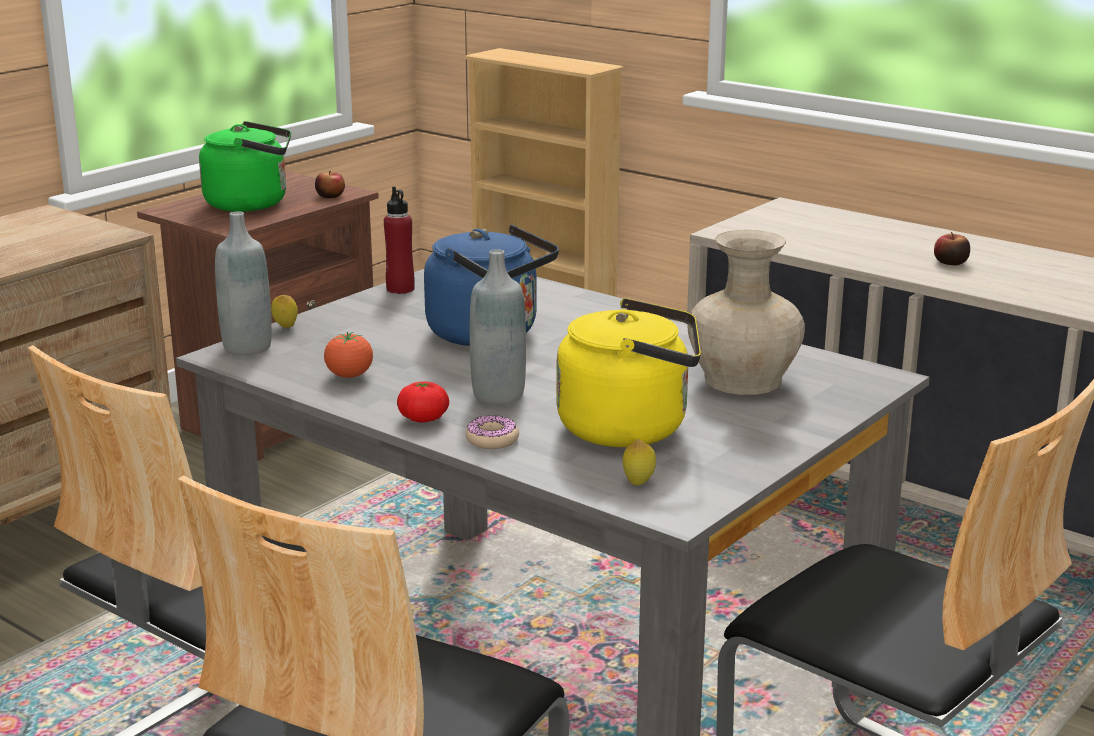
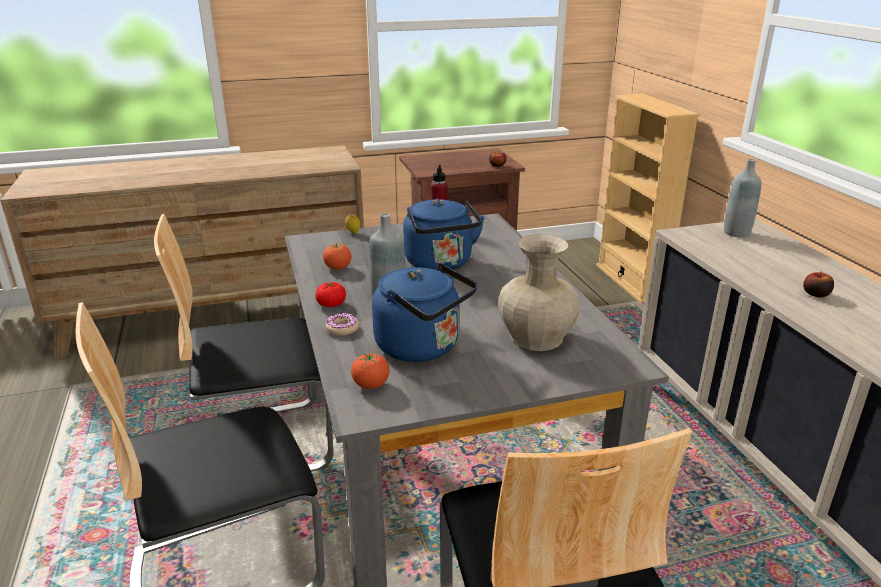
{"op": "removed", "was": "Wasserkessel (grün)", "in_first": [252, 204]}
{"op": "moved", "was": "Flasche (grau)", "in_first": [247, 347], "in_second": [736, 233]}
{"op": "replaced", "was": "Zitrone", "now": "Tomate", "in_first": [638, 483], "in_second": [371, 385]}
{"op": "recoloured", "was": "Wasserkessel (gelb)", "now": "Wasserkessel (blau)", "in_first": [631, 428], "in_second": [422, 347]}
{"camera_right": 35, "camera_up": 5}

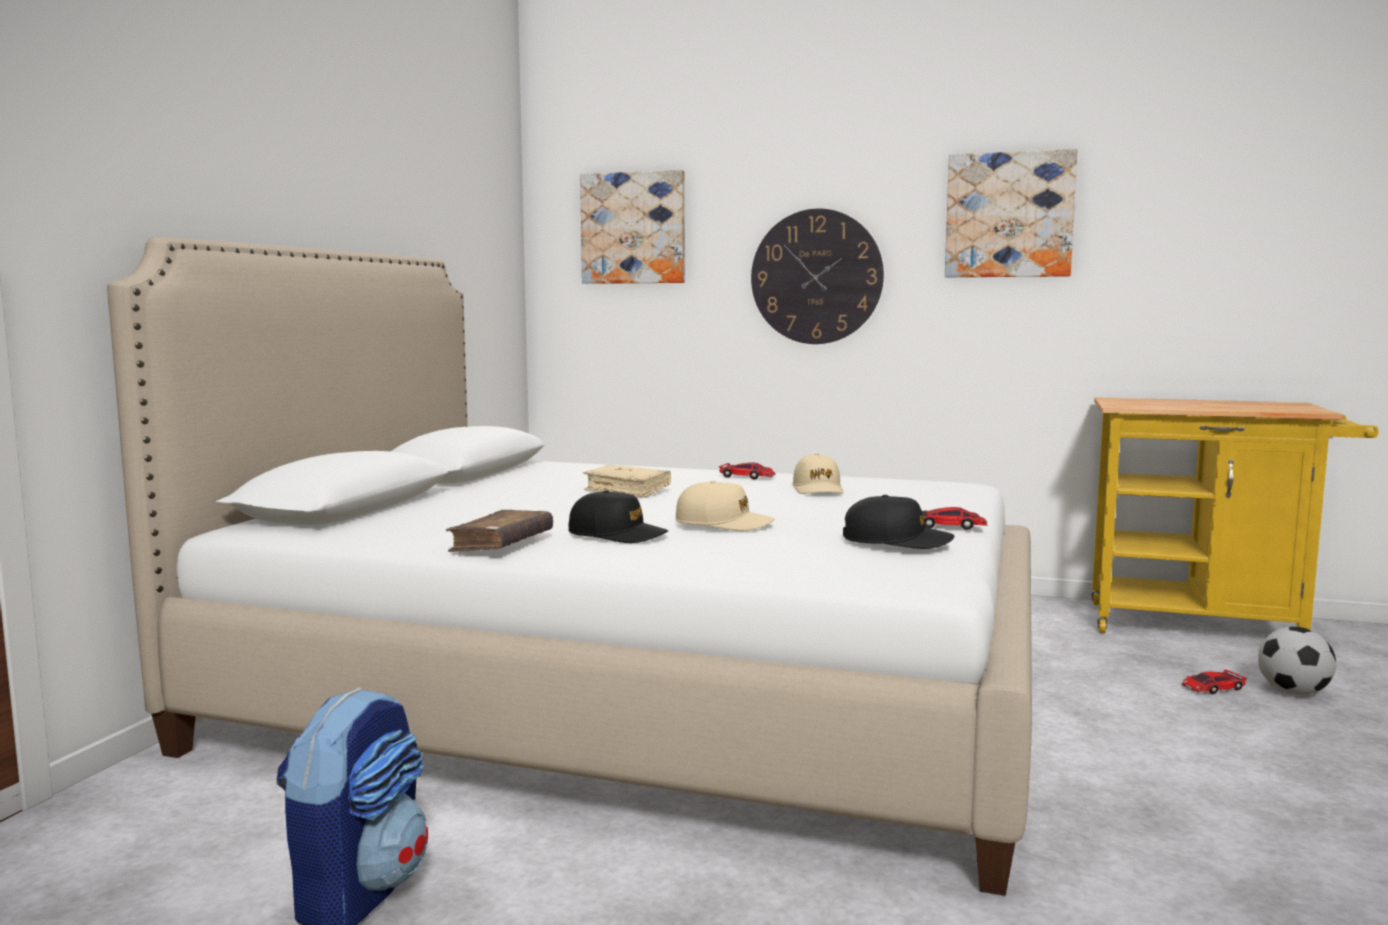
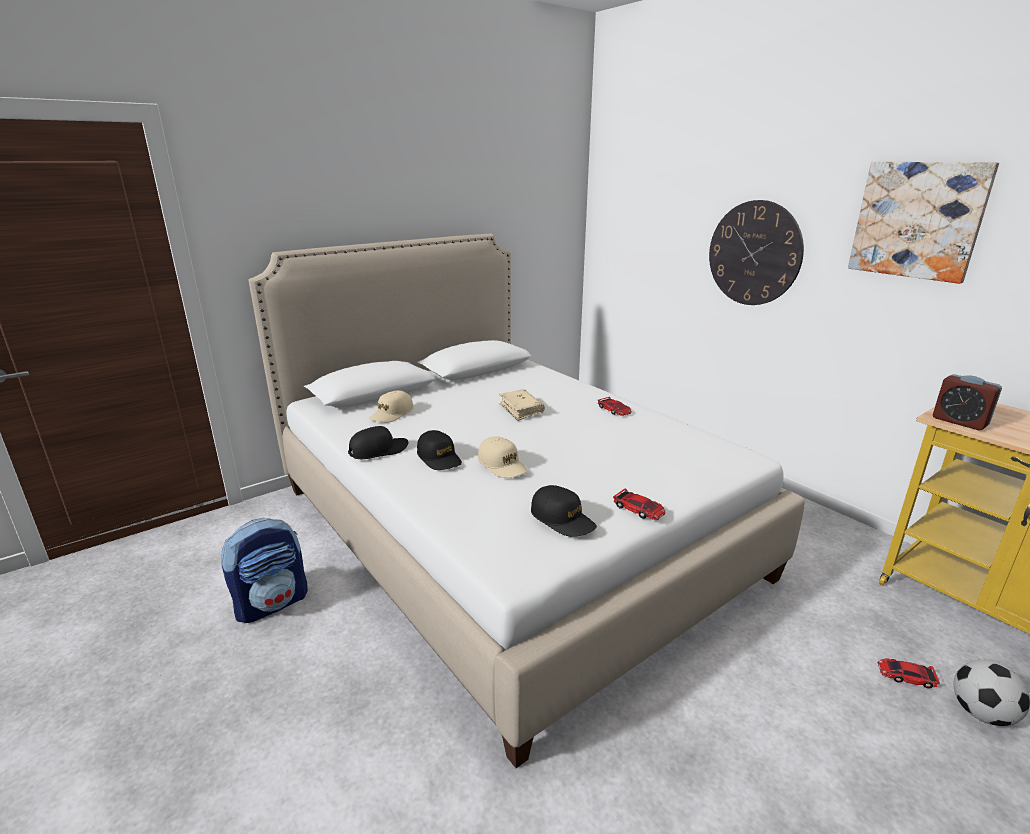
{"op": "removed", "was": "Bild", "in_first": [633, 228]}
{"op": "added", "now": "Wecker", "in_second": [959, 422]}
{"op": "moved", "was": "Kappe (beige)", "in_first": [818, 489], "in_second": [391, 414]}
{"op": "replaced", "was": "Buch (braun)", "now": "Kappe (schwarz)", "in_first": [502, 544], "in_second": [378, 450]}
{"camera_right": 35, "camera_up": 15}

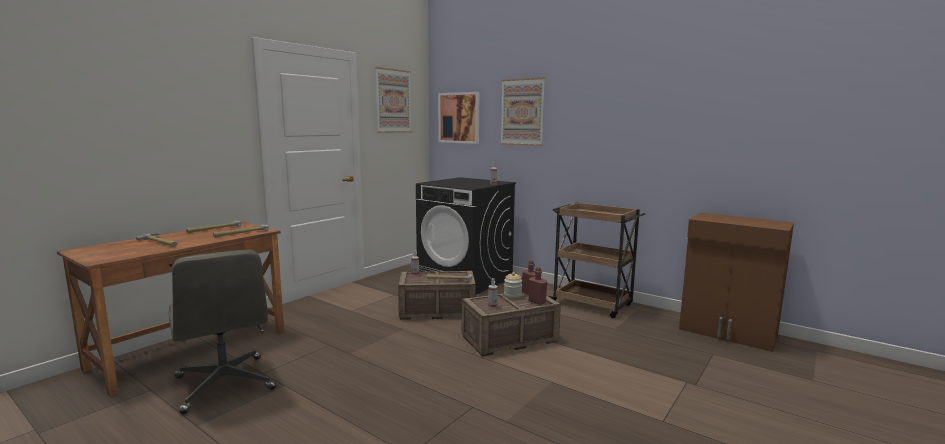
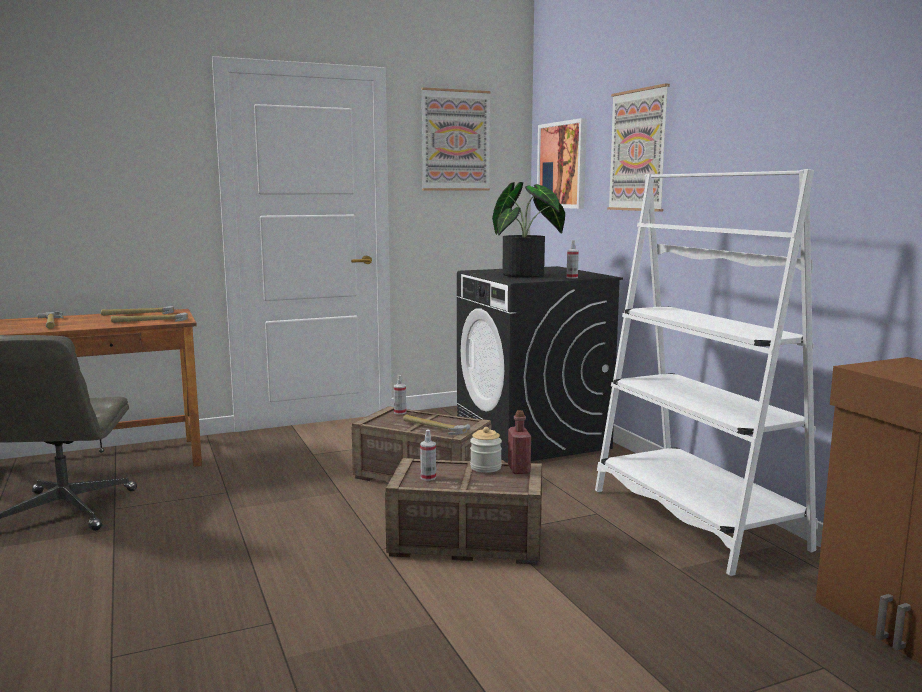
{"op": "removed", "was": "Flasche (rot)", "in_first": [537, 301]}
{"op": "added", "now": "Topfpflanze", "in_second": [528, 275]}
{"op": "replaced", "was": "Rollwagen (braun)", "now": "Bücherregal (weiß)", "in_first": [592, 304], "in_second": [695, 519]}
{"camera_right": 30, "camera_up": 0}

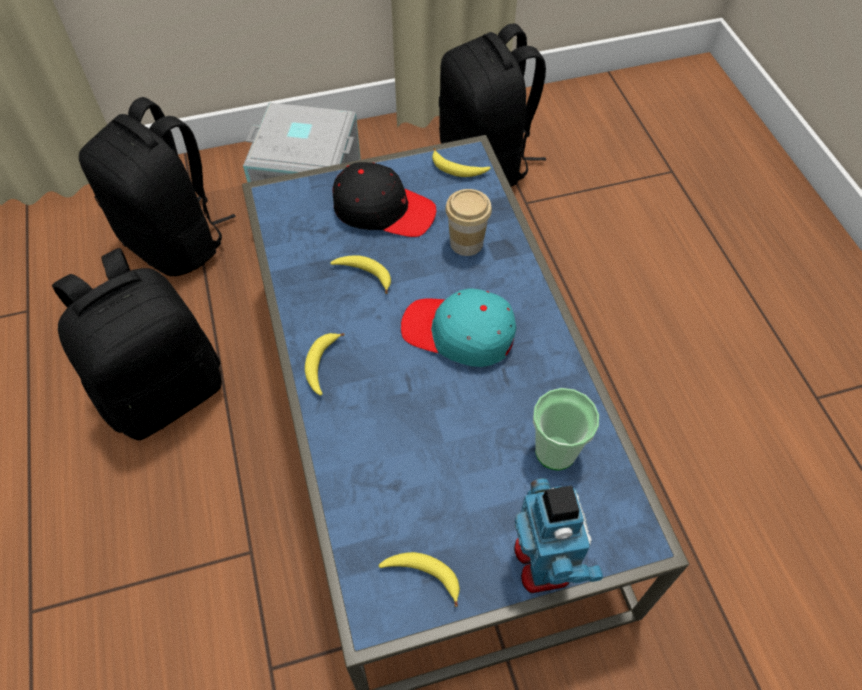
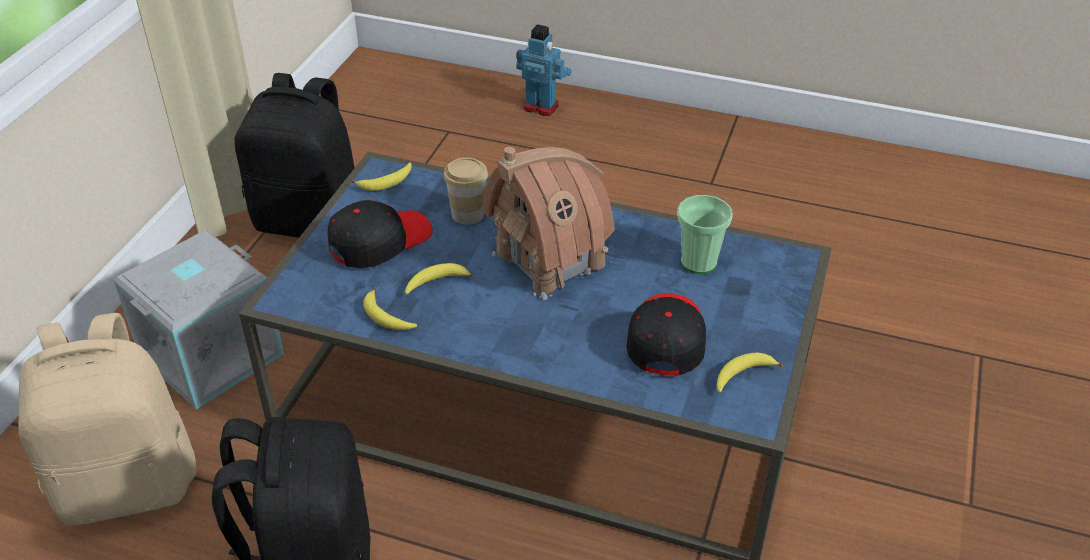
{"op": "added", "now": "Kappe (schwarz)", "in_second": [666, 338]}
{"op": "moved", "was": "Banane", "in_first": [322, 365], "in_second": [386, 317]}
{"op": "moved", "was": "Spielzeugroboter", "in_first": [543, 562], "in_second": [541, 106]}
{"op": "replaced", "was": "Kappe (türkis)", "now": "Spielzeughaus", "in_first": [459, 333], "in_second": [550, 259]}
{"op": "recoloured", "was": "Rucksack (schwarz)", "now": "Rucksack (beige)", "in_first": [176, 241], "in_second": [128, 484]}
{"camera_right": -55, "camera_up": -15}

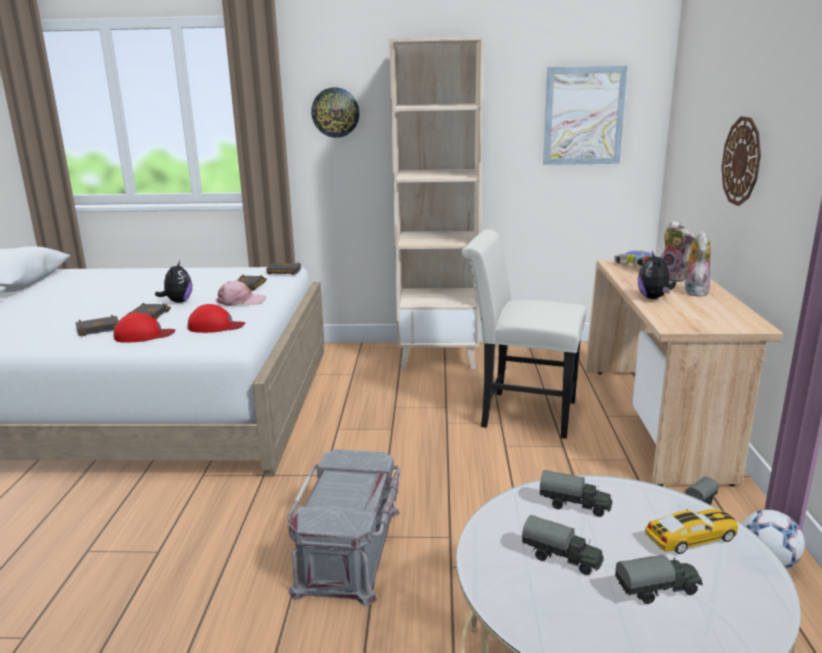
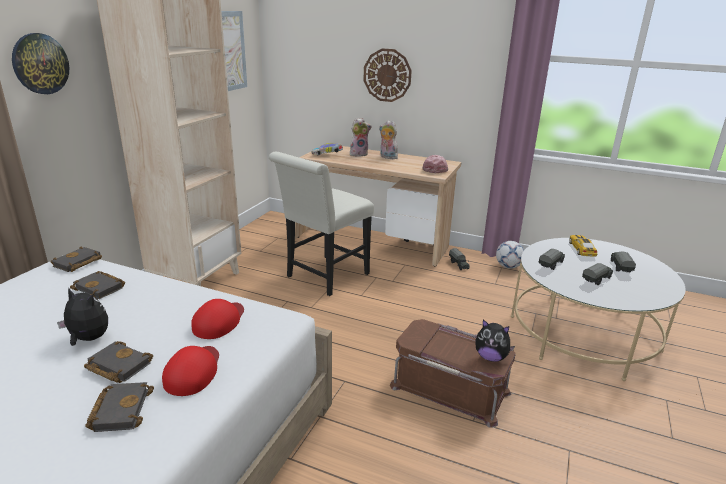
{"op": "moved", "was": "Kappe (rosa)", "in_first": [241, 301], "in_second": [435, 169]}
{"op": "moved", "was": "Plüschtier", "in_first": [654, 298], "in_second": [491, 357]}
{"op": "recoloured", "was": "Aufbewahrungsbox (grau)", "now": "Aufbewahrungsbox (braun)", "in_first": [350, 550], "in_second": [450, 388]}
{"camera_right": -70, "camera_up": 5}

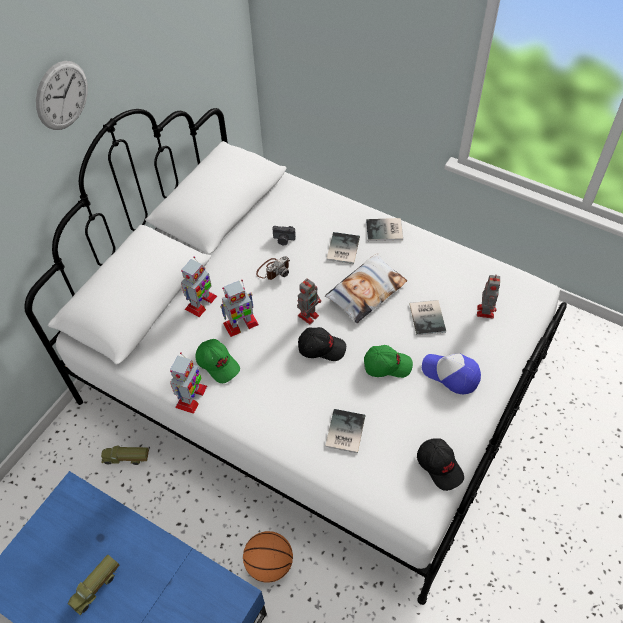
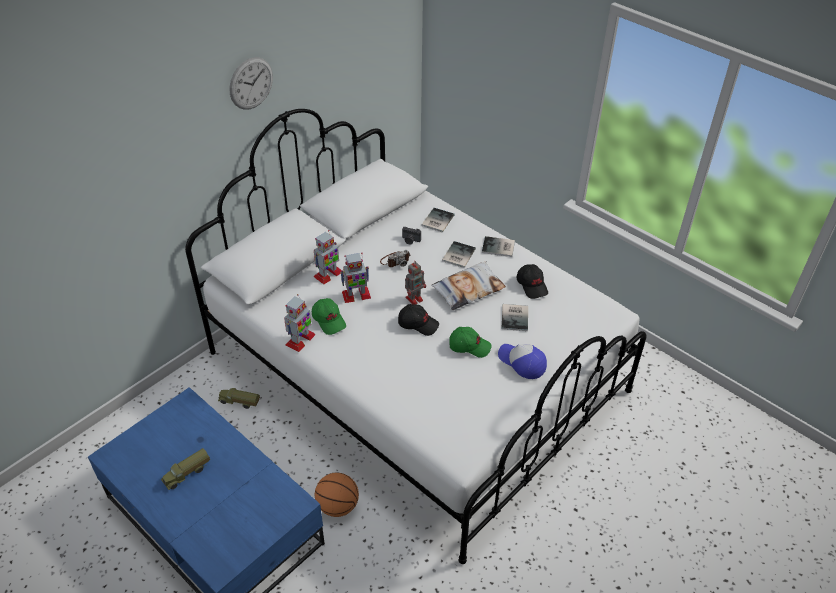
{"op": "removed", "was": "Spielzeugroboter", "in_first": [485, 311]}
{"op": "moved", "was": "Buch", "in_first": [343, 432], "in_second": [436, 220]}
{"op": "moved", "was": "Kappe (schwarz)", "in_first": [440, 466], "in_second": [532, 285]}
{"camera_right": 10, "camera_up": -10}

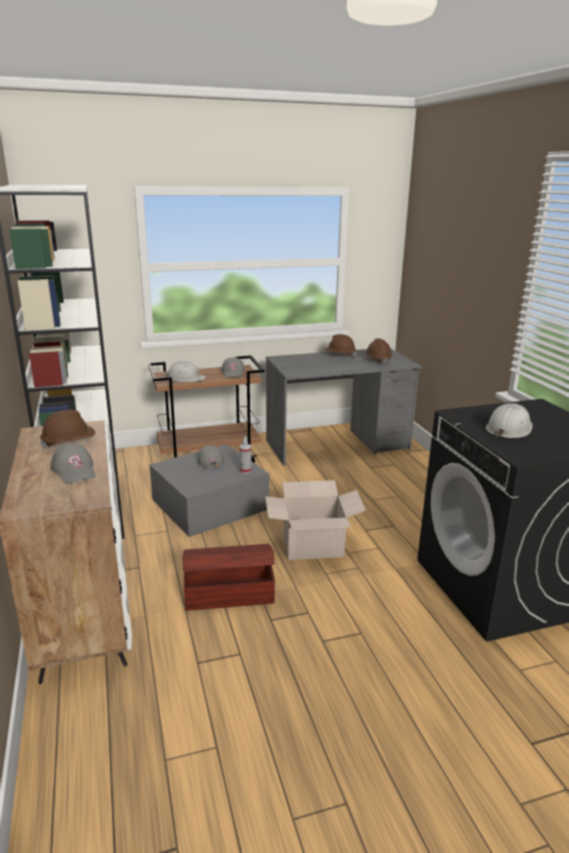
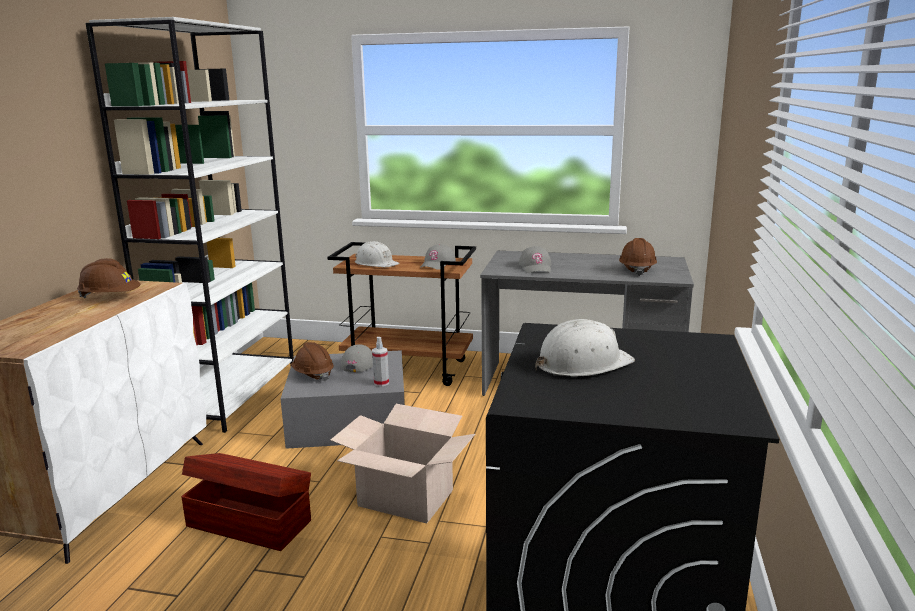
{"op": "moved", "was": "Kappe (grau)", "in_first": [75, 470], "in_second": [536, 267]}
{"op": "moved", "was": "Schutzhelm (braun)", "in_first": [339, 356], "in_second": [313, 375]}
{"camera_right": 30, "camera_up": -5}

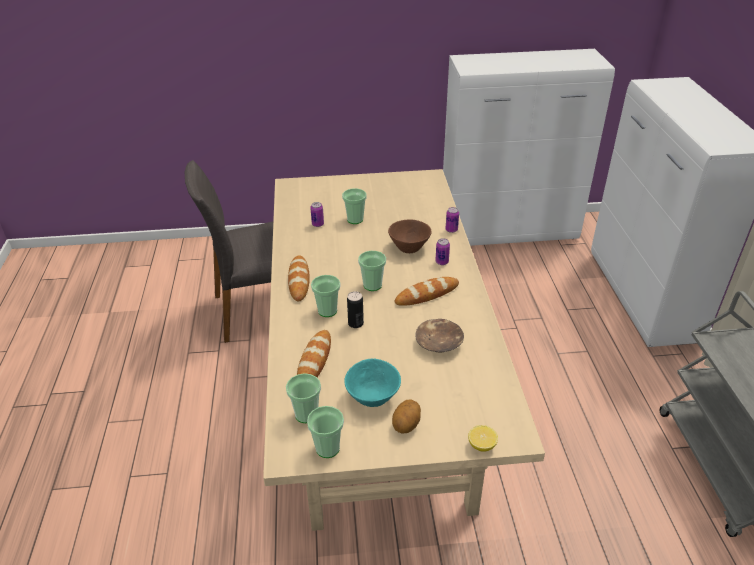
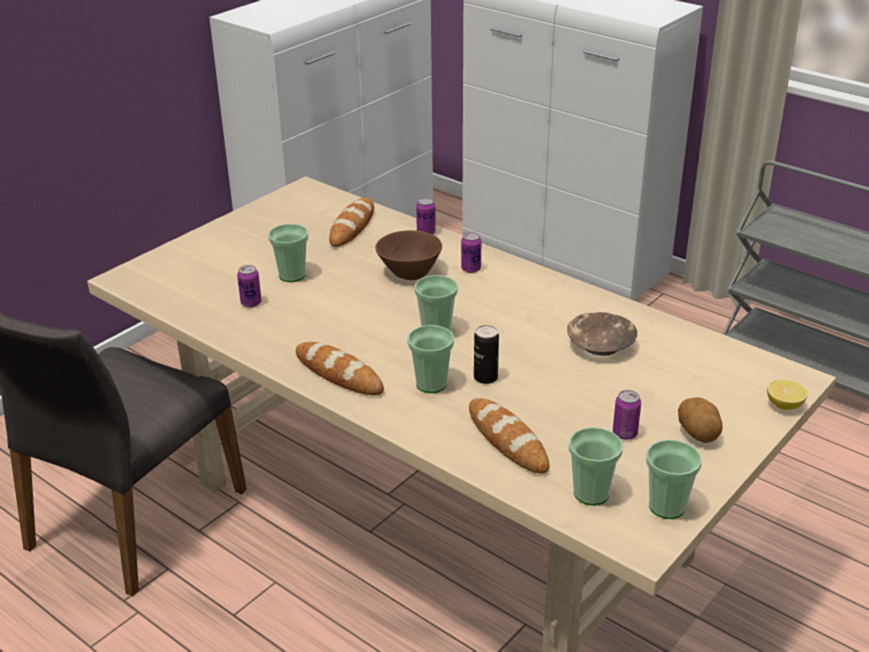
{"op": "moved", "was": "Brot", "in_first": [427, 294], "in_second": [352, 226]}
{"op": "replaced", "was": "Schüssel (türkis)", "now": "Dose", "in_first": [371, 397], "in_second": [624, 433]}
{"camera_right": -45, "camera_up": -5}

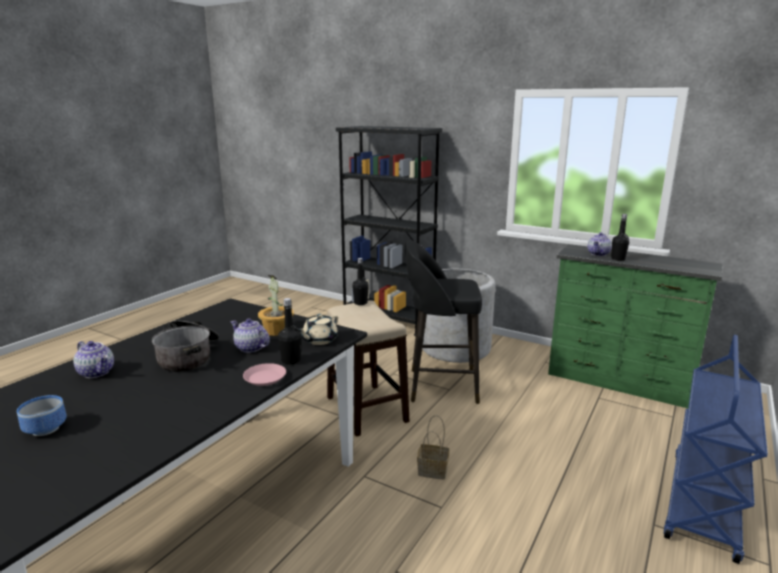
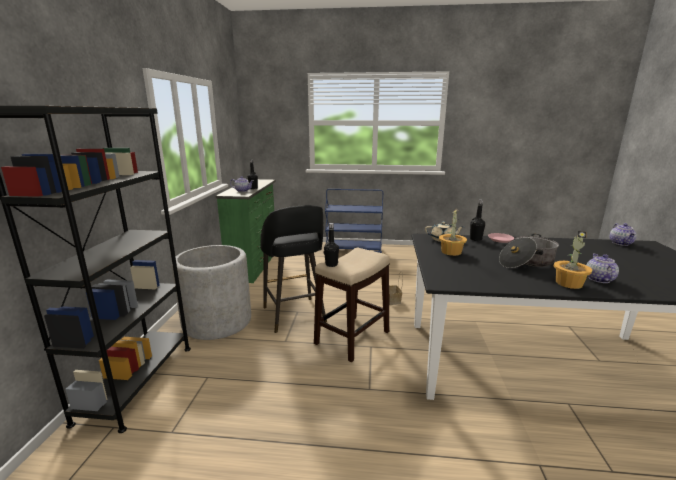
{"op": "removed", "was": "Schüssel", "in_first": [45, 430]}
{"op": "added", "now": "Topfpflanze", "in_second": [569, 283]}
{"op": "moved", "was": "Teekanne", "in_first": [250, 348], "in_second": [621, 243]}
{"camera_right": -115, "camera_up": 0}

